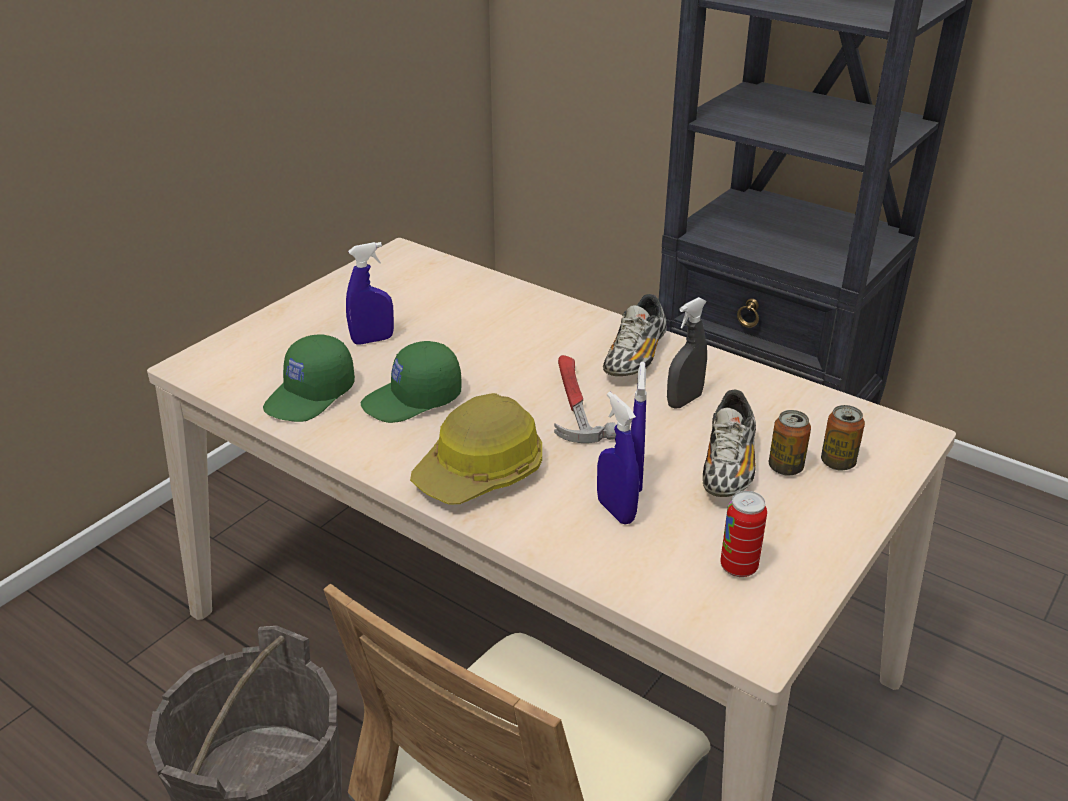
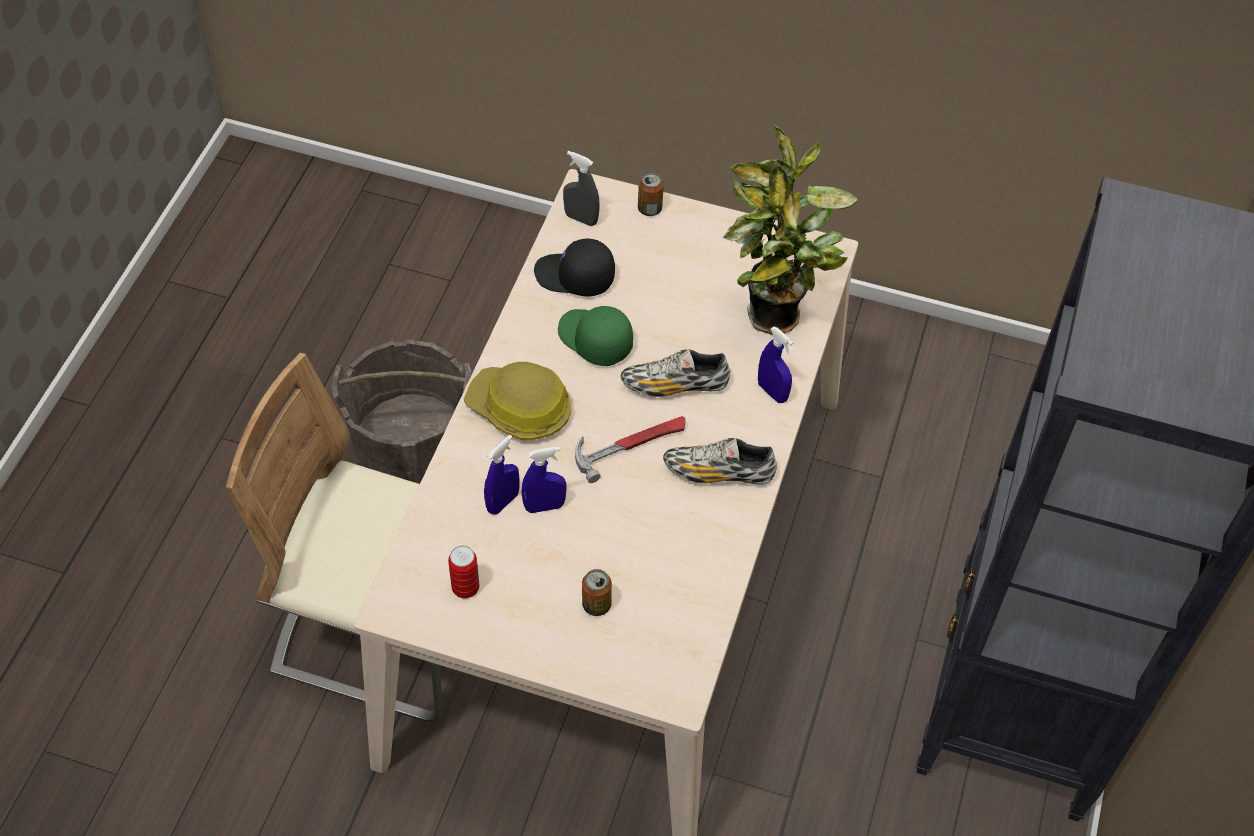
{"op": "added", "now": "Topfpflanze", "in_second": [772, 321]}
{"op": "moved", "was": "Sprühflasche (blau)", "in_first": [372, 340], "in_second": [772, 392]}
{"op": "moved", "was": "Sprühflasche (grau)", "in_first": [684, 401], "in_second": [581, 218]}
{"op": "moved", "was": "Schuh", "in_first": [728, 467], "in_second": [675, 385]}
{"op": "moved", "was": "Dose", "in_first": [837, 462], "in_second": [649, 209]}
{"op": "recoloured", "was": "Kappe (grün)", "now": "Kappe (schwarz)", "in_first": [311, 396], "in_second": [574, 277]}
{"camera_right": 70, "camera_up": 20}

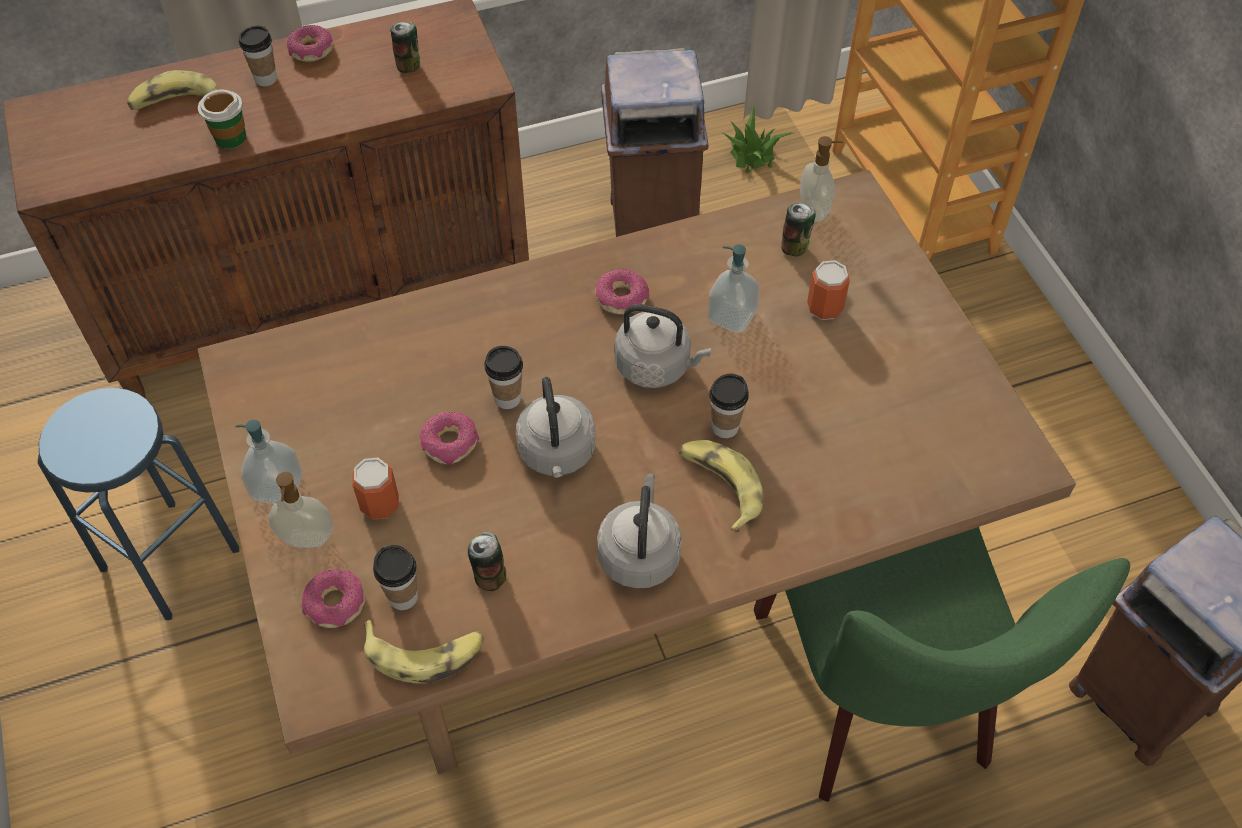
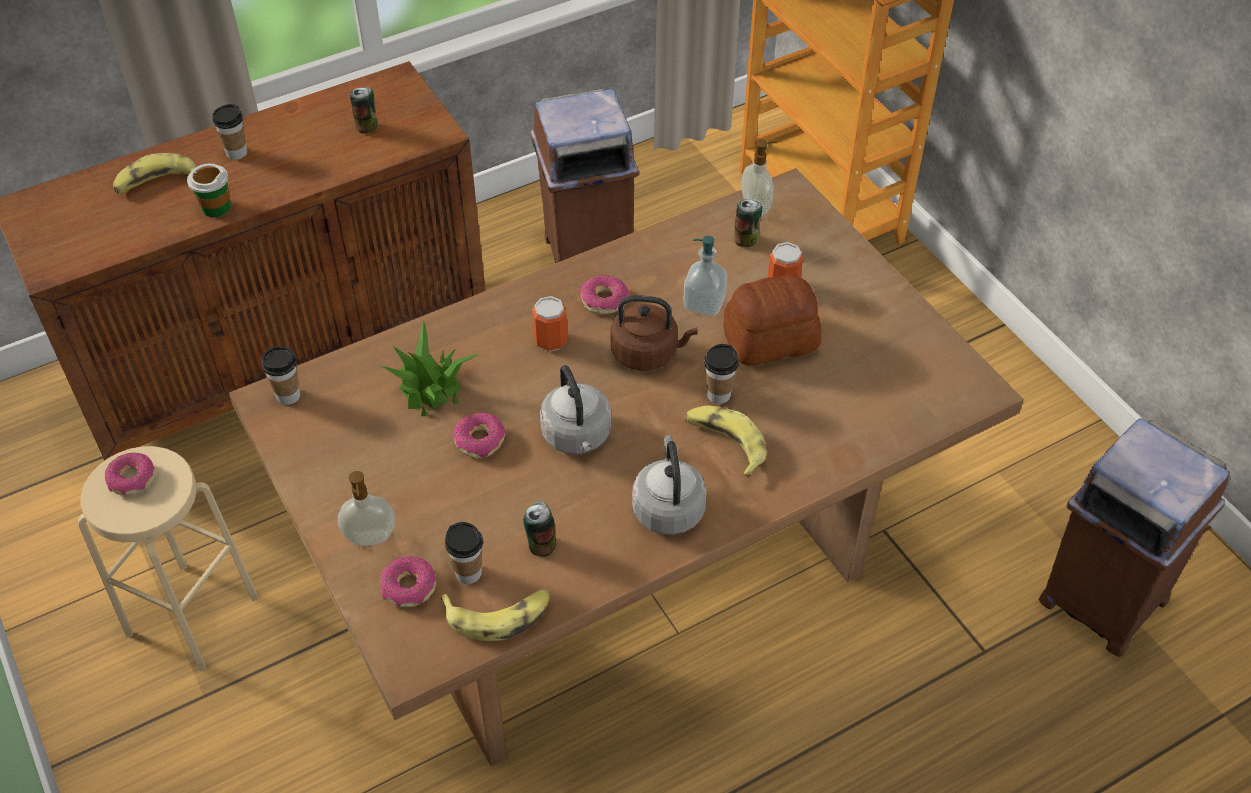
{"op": "removed", "was": "Seifenspender", "in_first": [277, 487]}
{"op": "removed", "was": "Stuhl (grün)", "in_first": [879, 700]}
{"op": "added", "now": "Brot", "in_second": [769, 339]}
{"op": "moved", "was": "Donut", "in_first": [311, 50], "in_second": [132, 479]}
{"op": "moved", "was": "Dose", "in_first": [380, 504], "in_second": [550, 340]}
{"op": "moved", "was": "Tasse", "in_first": [507, 398], "in_second": [288, 396]}
{"op": "moved", "was": "Topfpflanze", "in_first": [751, 154], "in_second": [429, 387]}
{"op": "recoloured", "was": "Hocker (blau)", "now": "Hocker (beige)", "in_first": [170, 559], "in_second": [192, 615]}
{"op": "recoloured", "was": "Wasserkessel (grau)", "now": "Wasserkessel (braun)", "in_first": [657, 366], "in_second": [648, 353]}
{"camera_right": -10, "camera_up": -5}

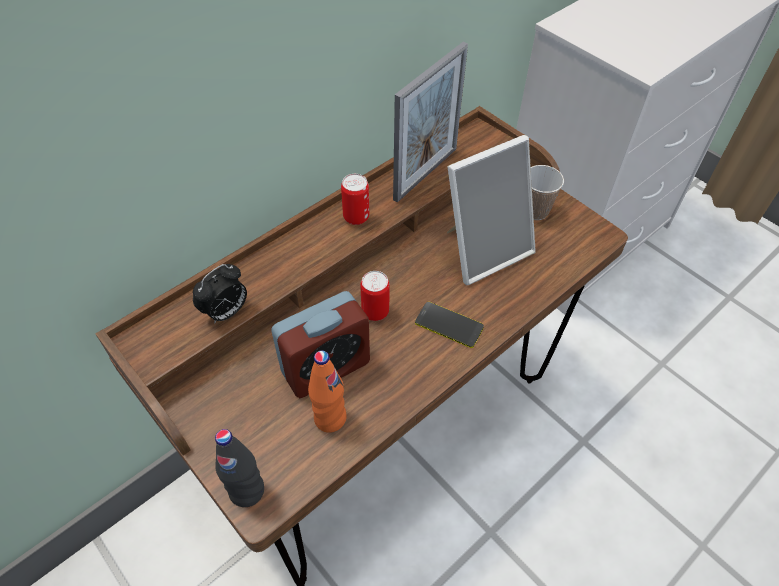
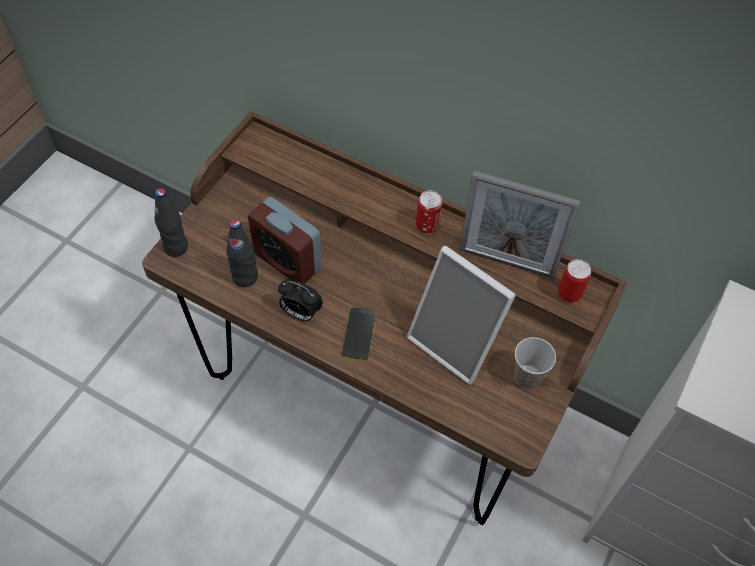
{"op": "moved", "was": "Wecker", "in_first": [226, 312], "in_second": [300, 313]}
{"op": "moved", "was": "Dose", "in_first": [375, 312], "in_second": [569, 293]}
{"op": "recoloured", "was": "Flasche (orange)", "now": "Flasche (schwarz)", "in_first": [330, 418], "in_second": [245, 277]}
{"camera_right": 70, "camera_up": 5}

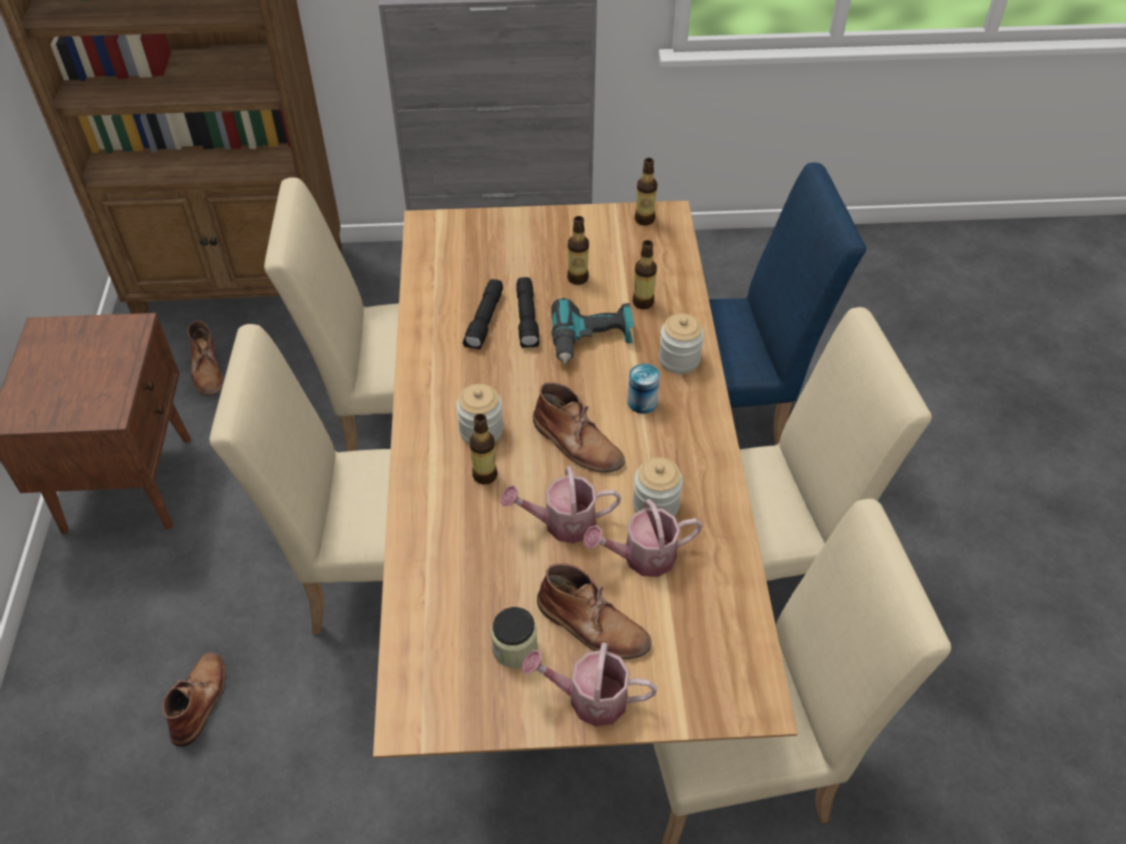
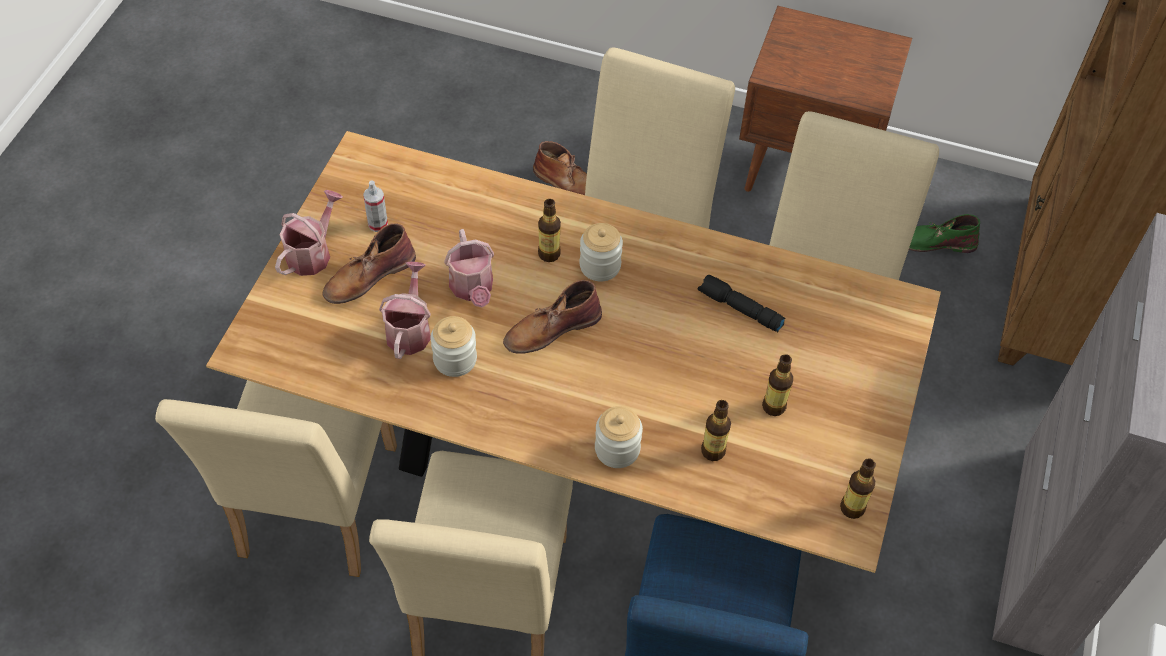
{"op": "removed", "was": "Taschenlampe (schwarz)", "in_first": [528, 319]}
{"op": "removed", "was": "Bohrmaschine", "in_first": [591, 341]}
{"op": "removed", "was": "Dose", "in_first": [642, 402]}
{"op": "replaced", "was": "Vorratsglas", "now": "Sprühflasche", "in_first": [515, 648], "in_second": [378, 224]}
{"op": "recoloured", "was": "Stiefel (braun)", "now": "Stiefel (grün)", "in_first": [207, 370], "in_second": [934, 242]}
{"op": "turned", "was": "Gießkanne", "in_first": [562, 523], "in_second": [472, 289], "clockwise": 150}
{"camera_right": 110, "camera_up": 5}

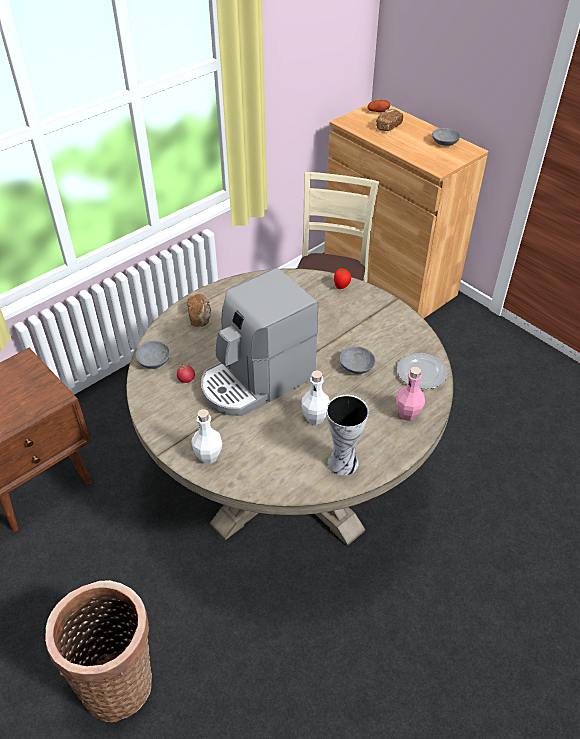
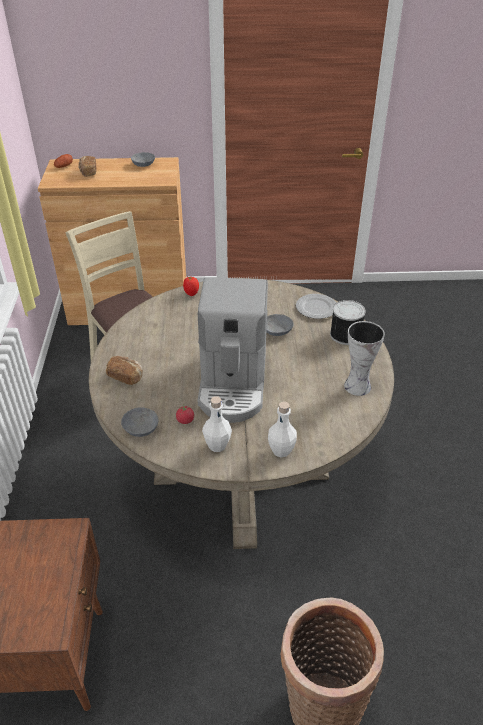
{"op": "moved", "was": "Flasche (weiß)", "in_first": [315, 418], "in_second": [217, 445]}
{"op": "replaced", "was": "Flasche (rosa)", "now": "Dose", "in_first": [407, 414], "in_second": [345, 334]}
{"camera_right": -50, "camera_up": -5}

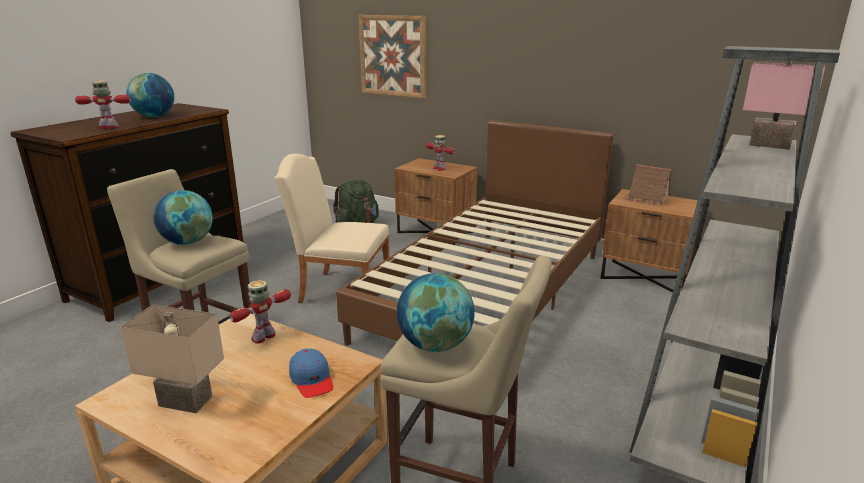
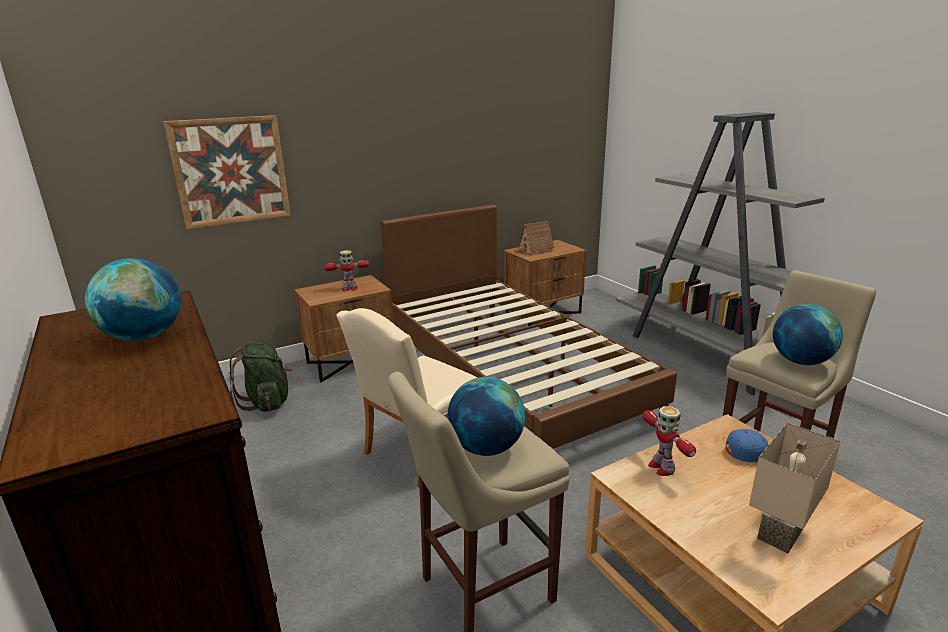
{"op": "removed", "was": "Spielzeugroboter", "in_first": [109, 127]}
{"op": "removed", "was": "Tischlampe (rosa)", "in_first": [769, 145]}
{"camera_right": -60, "camera_up": 0}

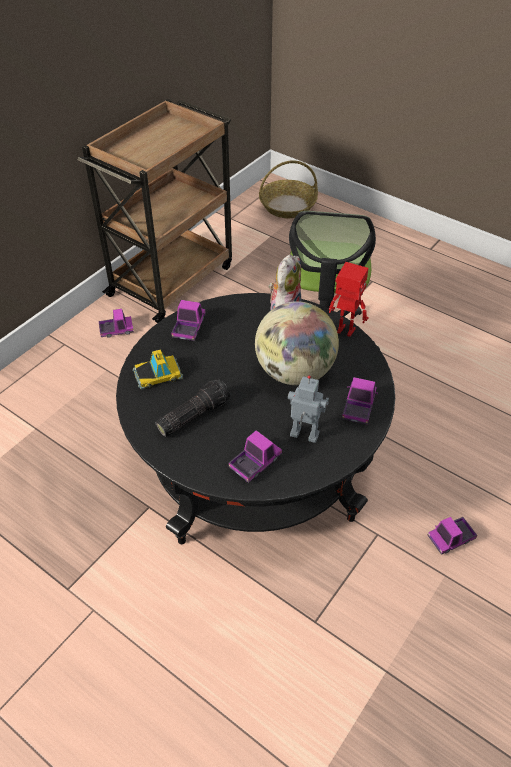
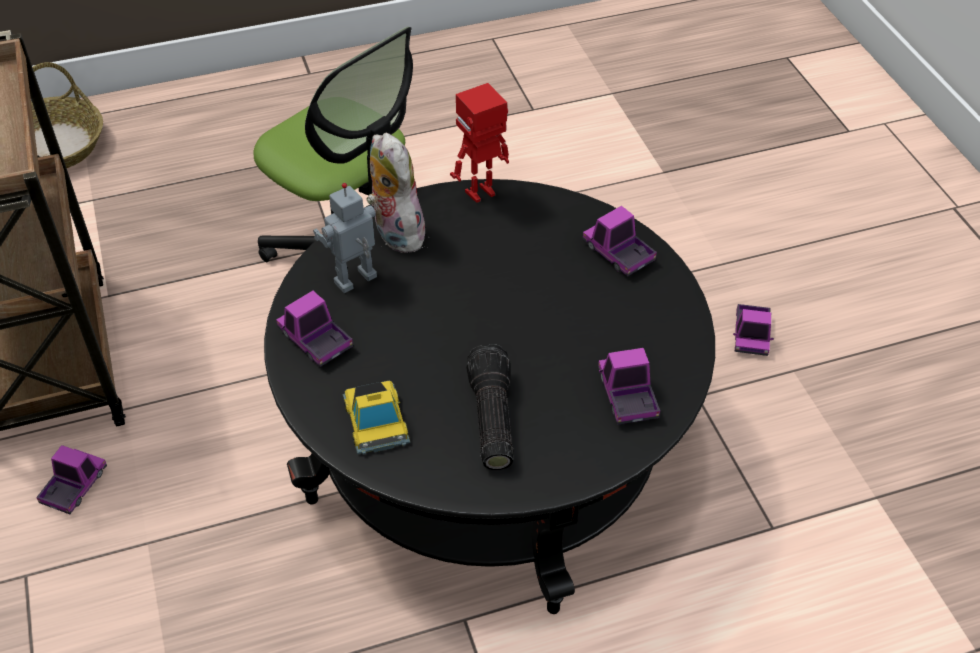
{"op": "removed", "was": "Globus", "in_first": [294, 372]}
{"op": "moved", "was": "Spielzeugroboter", "in_first": [304, 436], "in_second": [357, 281]}
{"op": "turned", "was": "Spielzeugauto", "in_first": [158, 374], "in_second": [376, 420], "clockwise": 150}
{"camera_right": -55, "camera_up": 0}

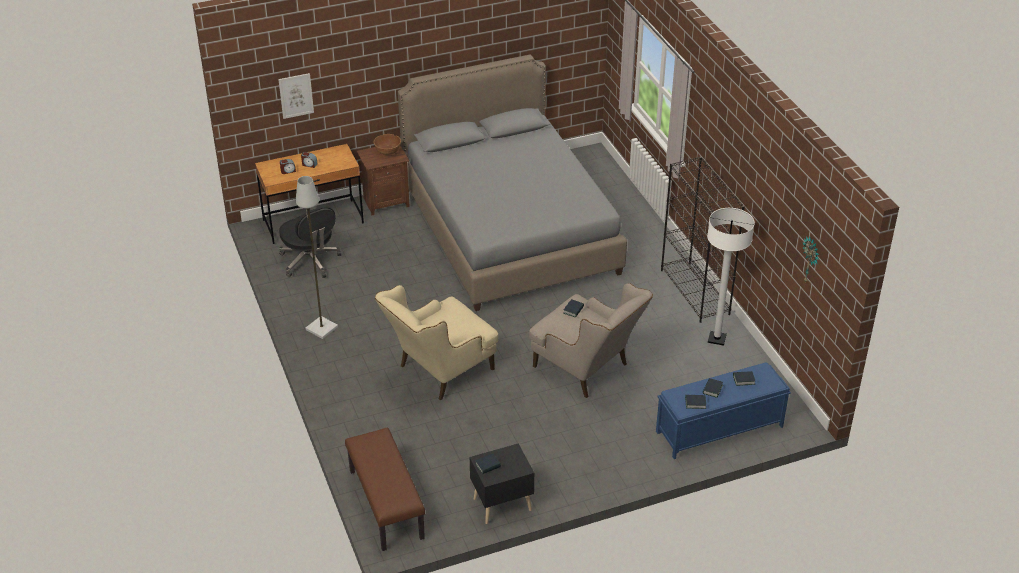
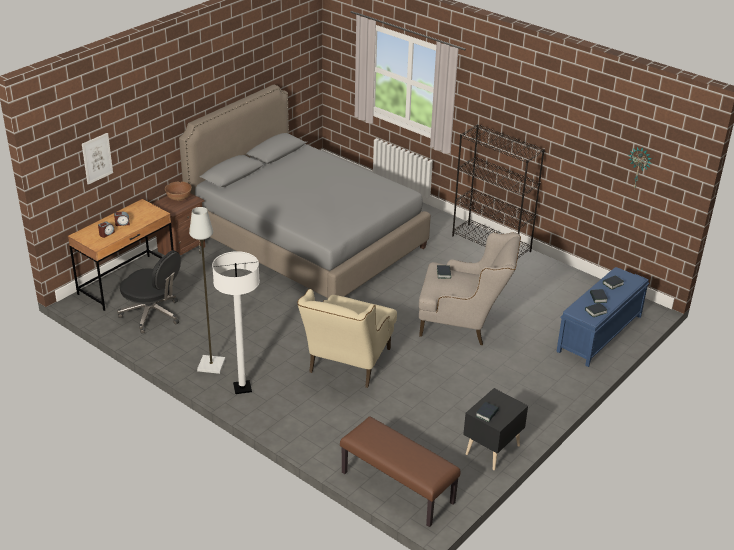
{"op": "moved", "was": "Stehlampe (weiß)", "in_first": [717, 339], "in_second": [242, 388]}
{"camera_right": -30, "camera_up": -5}

